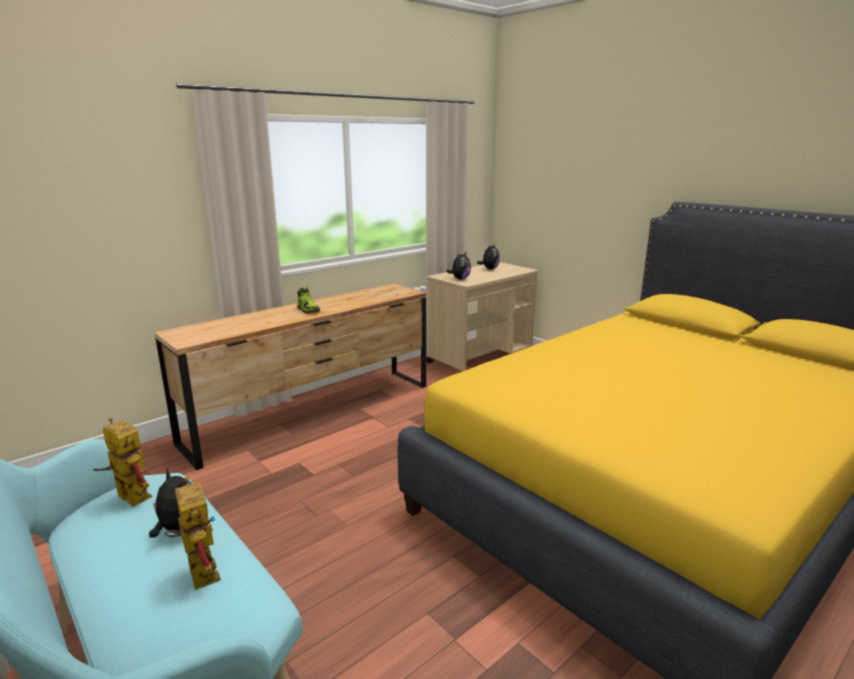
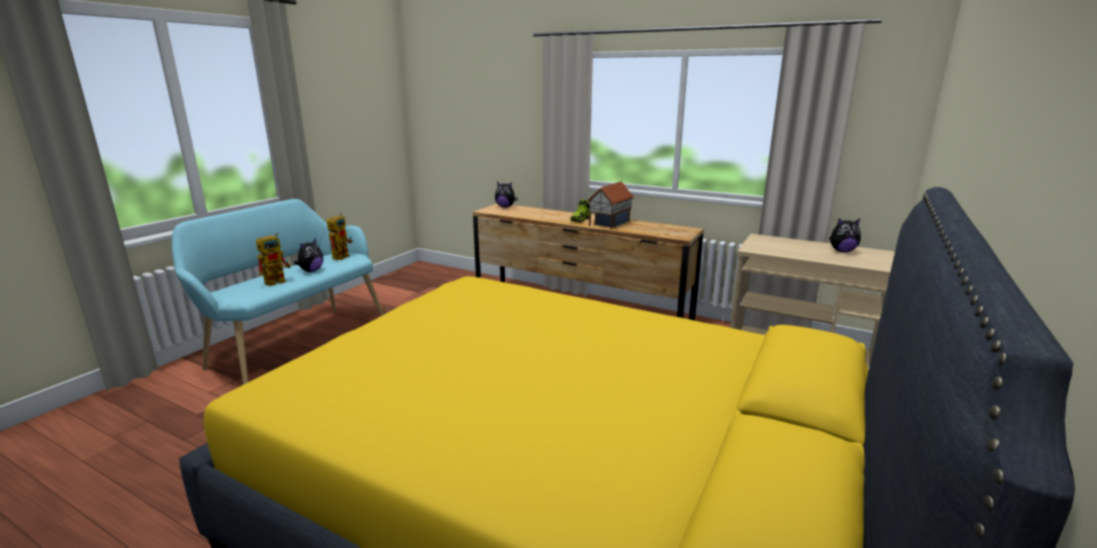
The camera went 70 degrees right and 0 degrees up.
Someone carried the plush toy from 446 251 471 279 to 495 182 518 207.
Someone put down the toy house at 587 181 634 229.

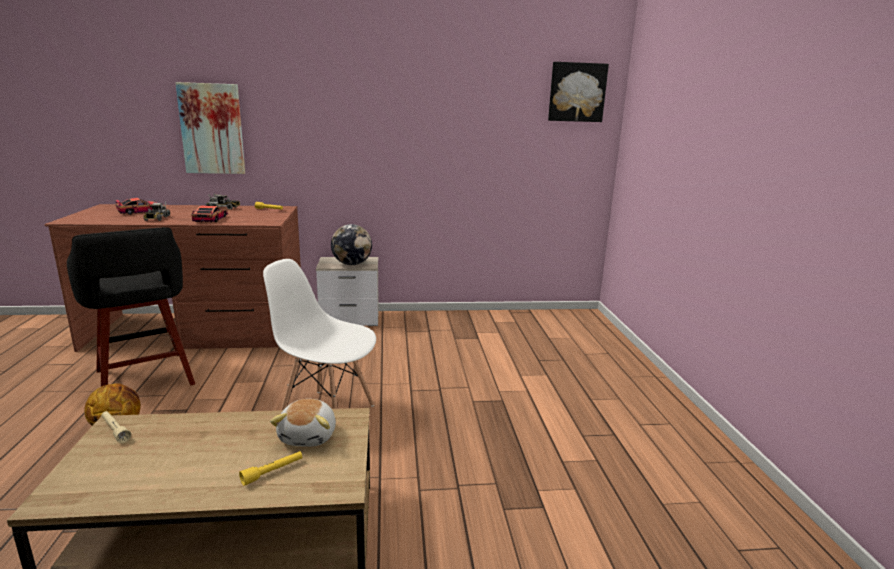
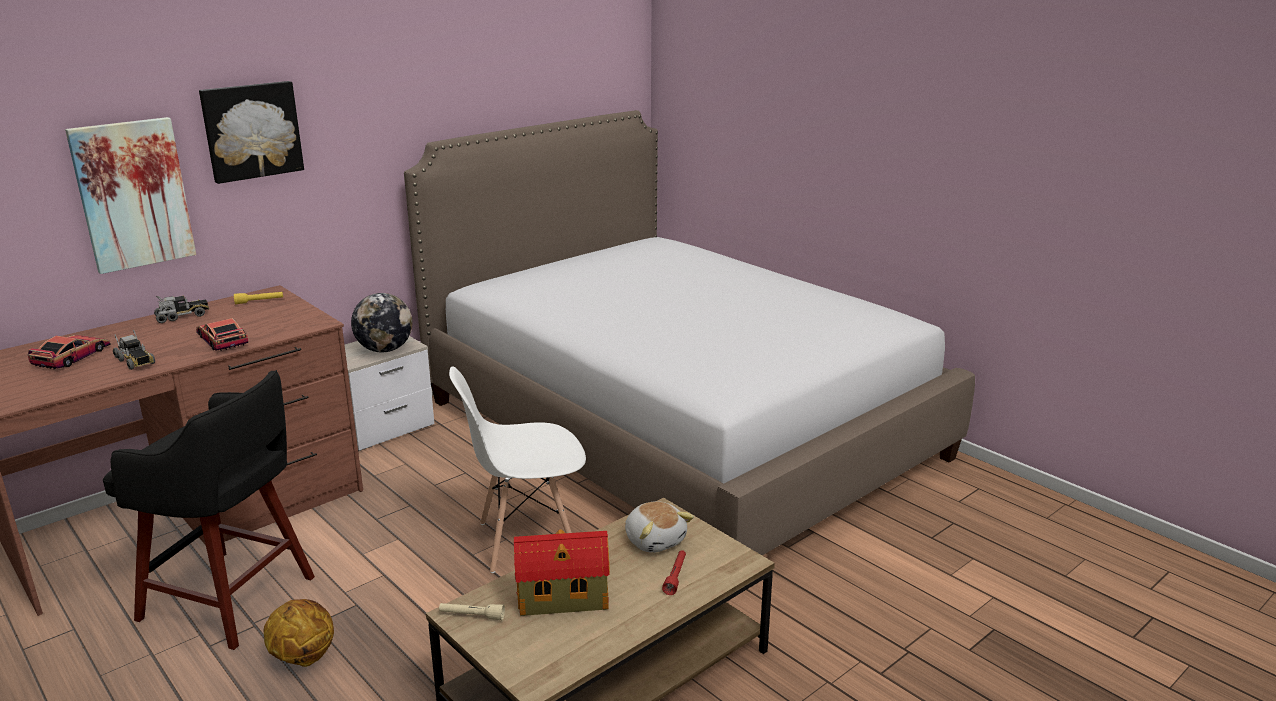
The camera went 35 degrees left and 5 degrees up.
Someone carried the picture from 548 62 609 122 to 199 81 304 184.
Someone put down the bed at 404 110 975 555.
Someone put down the toy house at 514 530 610 616.
Someone repainted the yellow flashlight at 239 451 302 486, which became the red flashlight at 662 550 686 595.

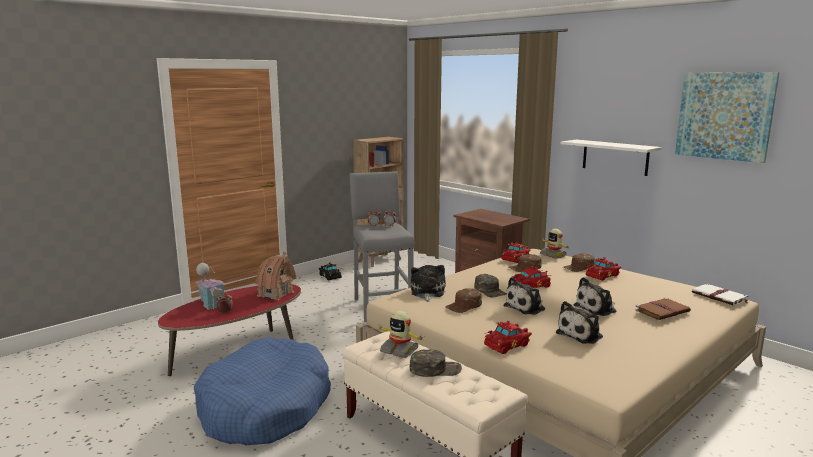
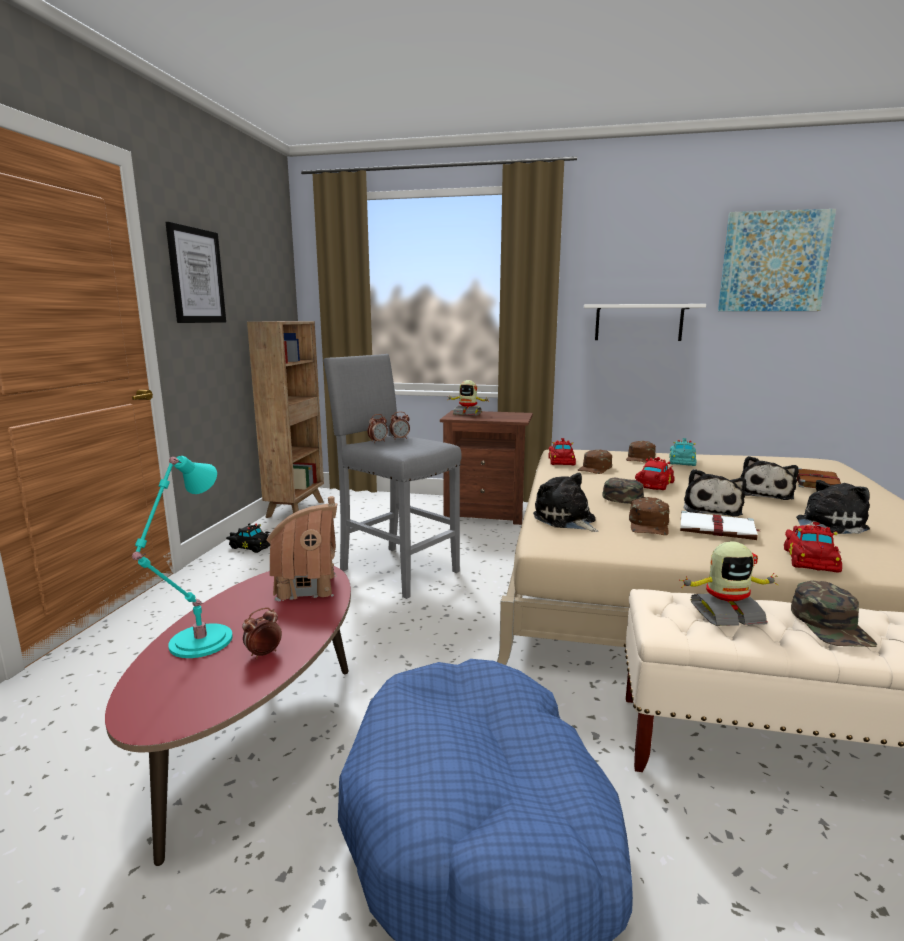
The camera went 35 degrees left and 0 degrees up.
Someone swapped the toy house at 196 263 225 310 for the turquoise table lamp at 132 456 233 658.
Someone put up the picture at 165 222 226 323.
Someone carried the toy robot from 540 229 569 259 to 448 380 488 416.
Someone repainted the red toy car at 586 257 621 281, which became the turquoise toy car at 669 438 697 466.
Someone carried the white book from 692 283 748 306 to 680 511 759 540.
Someone rotated the green cap at 410 349 462 377 by 135 degrees clockwise.
Someone rotated the plush toy at 556 301 603 344 by 120 degrees counterclockwise.

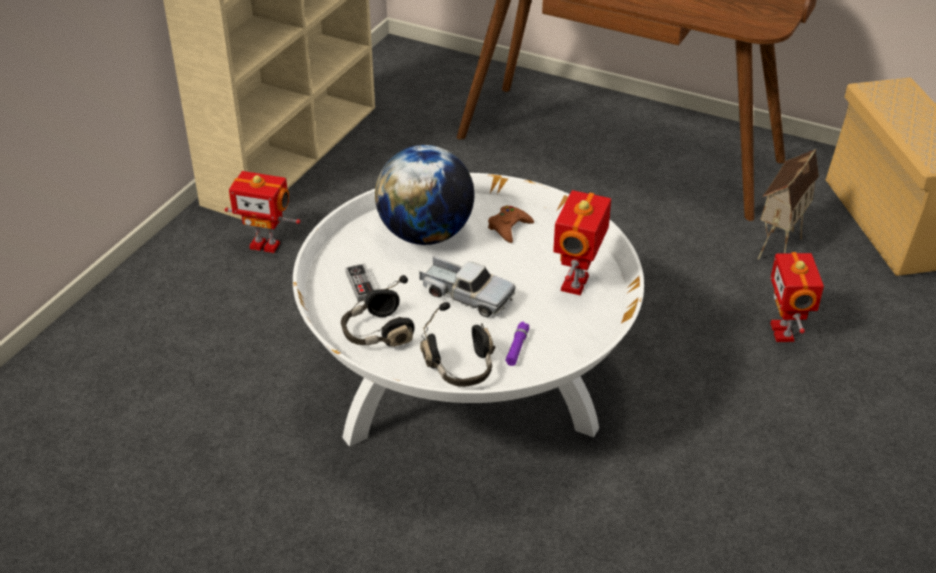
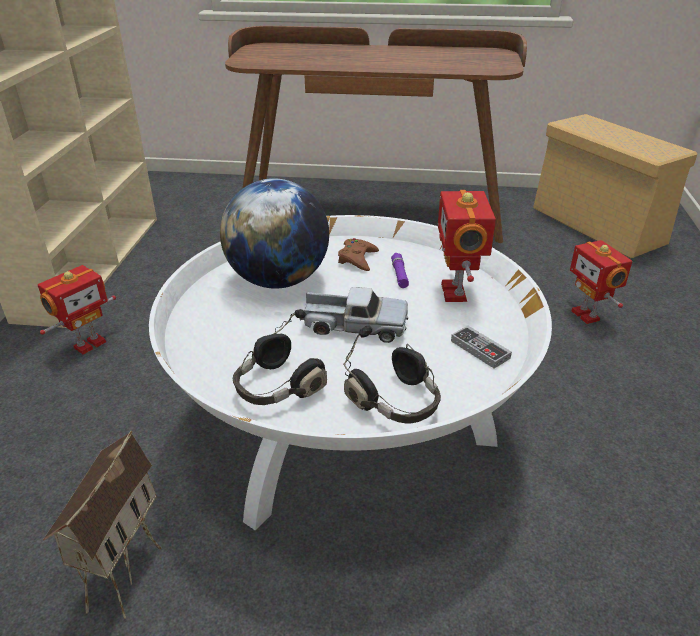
The camera went 20 degrees left and 5 degrees down.
Someone rotated the toy robot at 225 171 301 253 by 45 degrees counterclockwise.
Someone carried the toy house from 758 149 819 259 to 43 431 161 619.
Someone carried the purple flashlight from 505 322 529 366 to 391 253 409 288.
Someone carried the game controller from 345 263 377 302 to 451 326 512 369.

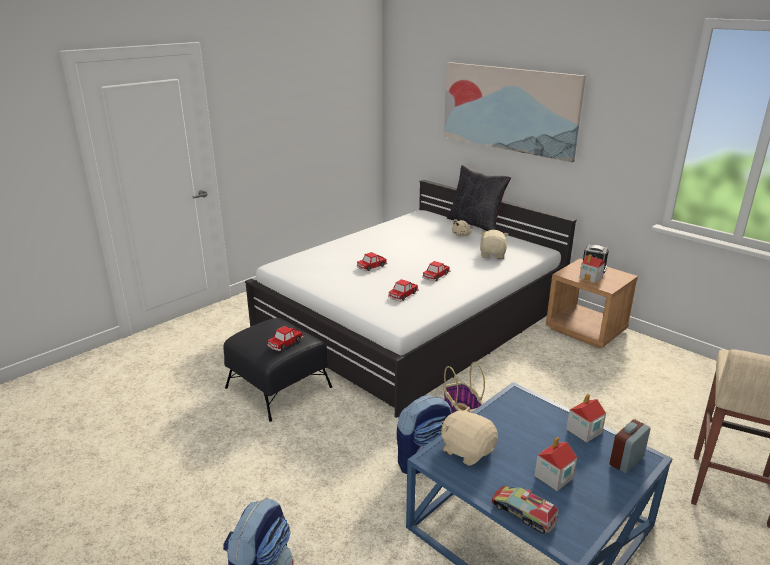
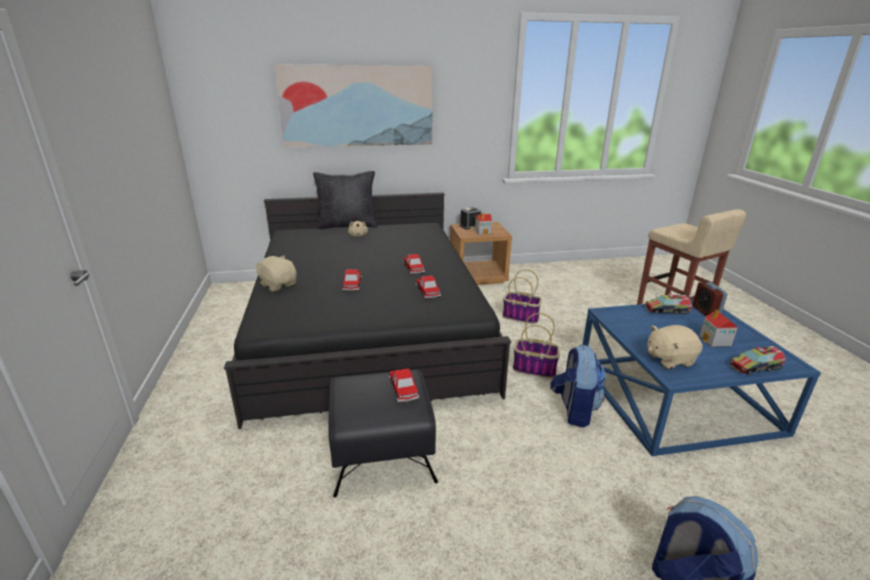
The camera went 55 degrees left and 0 degrees up.
Someone repainted the white bed at 245 180 577 418, which became the black bed at 224 193 511 429.
Someone carried the beige plush toy from 480 230 508 259 to 254 256 297 292.
Someone put down the basket at 503 269 542 324.
Someone swapped the toy house at 566 394 606 443 for the toy truck at 645 294 692 314.

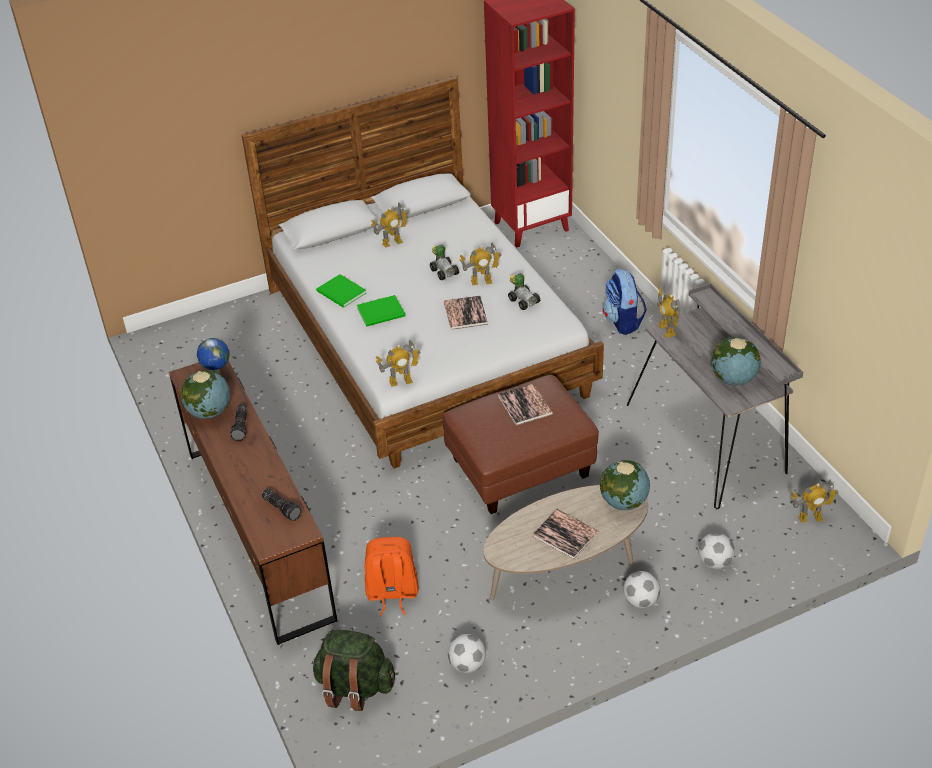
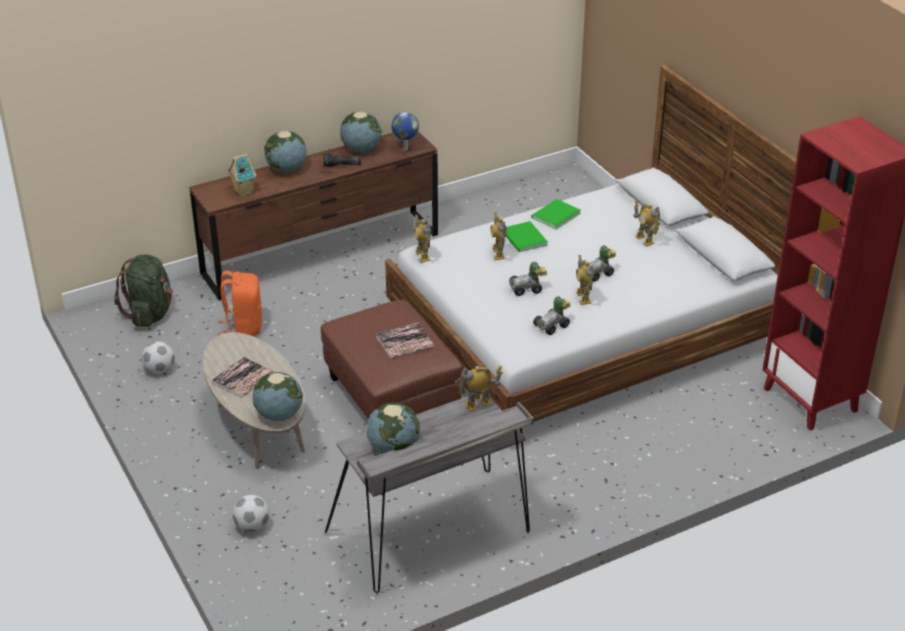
The camera went 85 degrees right and 5 degrees down.
Someone swapped the flashlight at 262 489 302 521 for the toy house at 228 153 257 197.
Someone put down the globe at 264 131 306 173.
Someone carried the toy robot from 791 480 839 522 to 491 212 507 260.
Someone swapped the book at 444 296 488 330 for the toy car at 509 262 548 296.
Someone took away the backpack at 603 268 647 335.
Someone took away the football at 623 571 660 608.

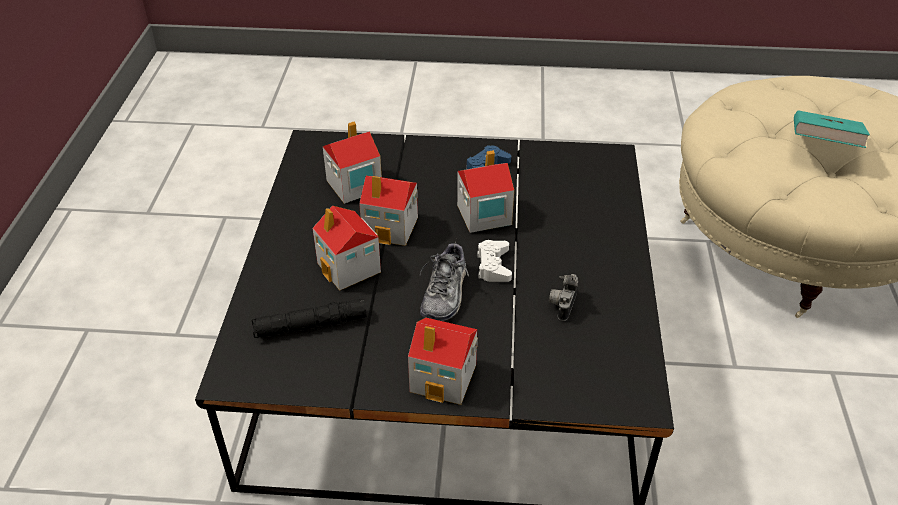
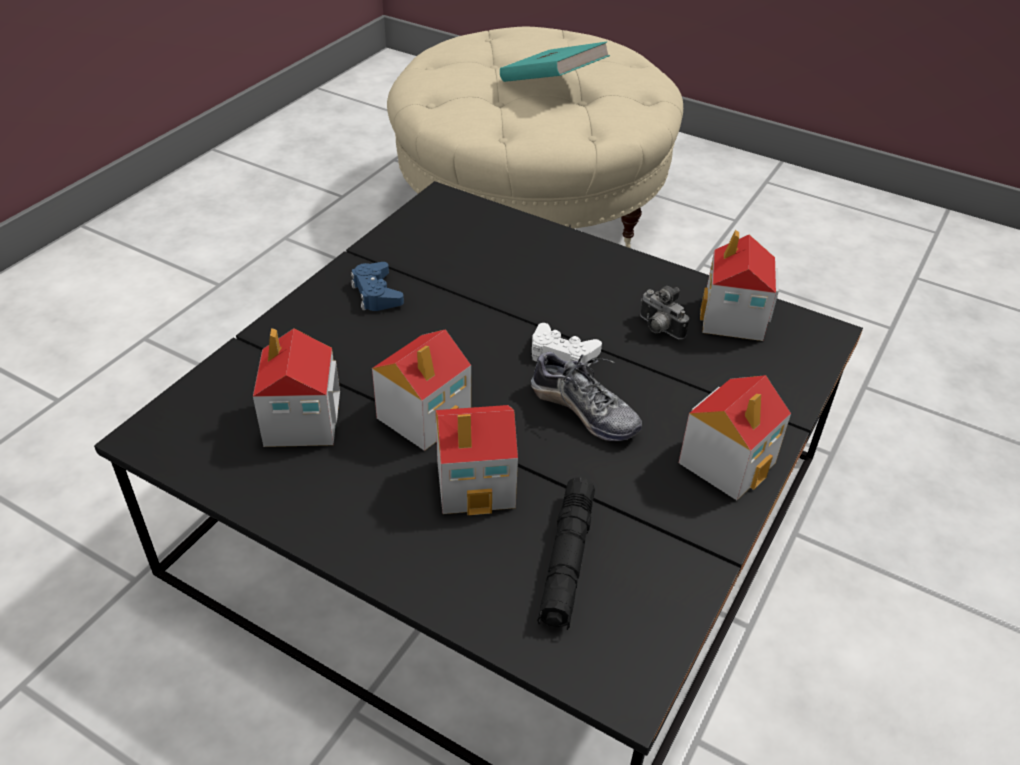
The camera went 65 degrees left and 0 degrees up.
Someone carried the toy house from 457 150 514 233 to 700 230 779 341.

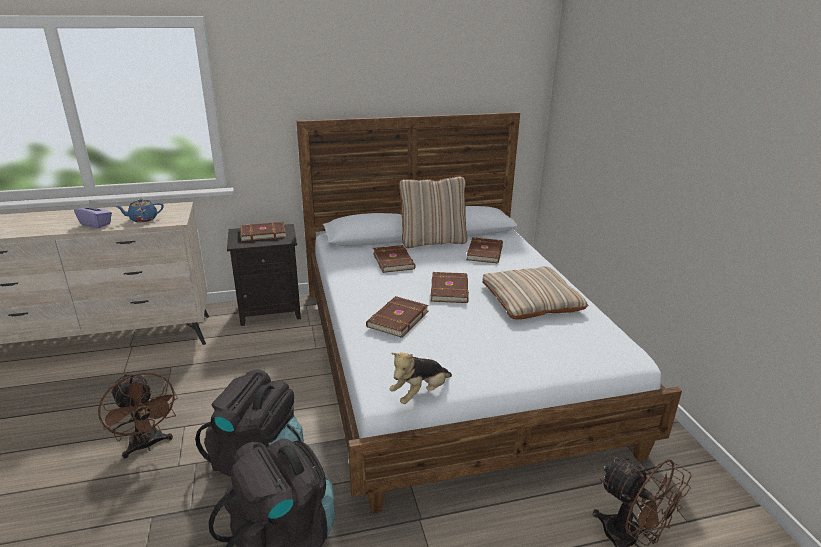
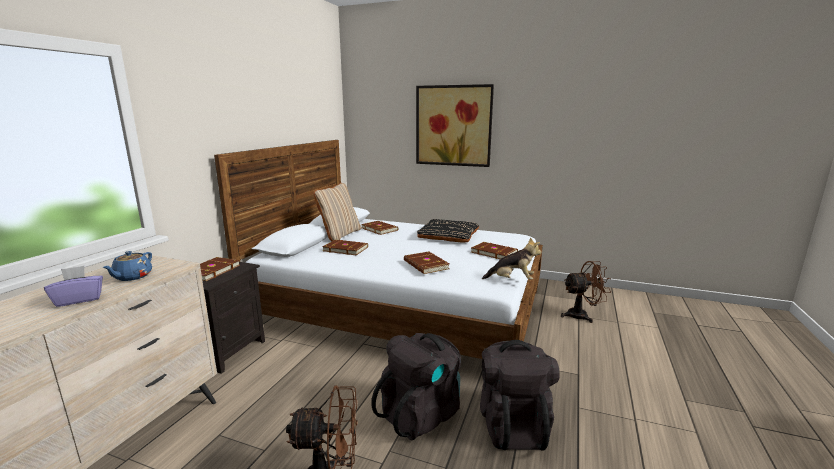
The camera went 55 degrees left and 10 degrees down.
Someone put up the picture at 416 84 494 167.
Someone repainted the beige pillow at 482 266 588 320, which became the black pillow at 417 219 479 243.
Someone carried the brown book from 431 272 469 303 to 471 242 518 259.
Someone rotated the plush toy at 390 353 452 404 by 75 degrees counterclockwise.

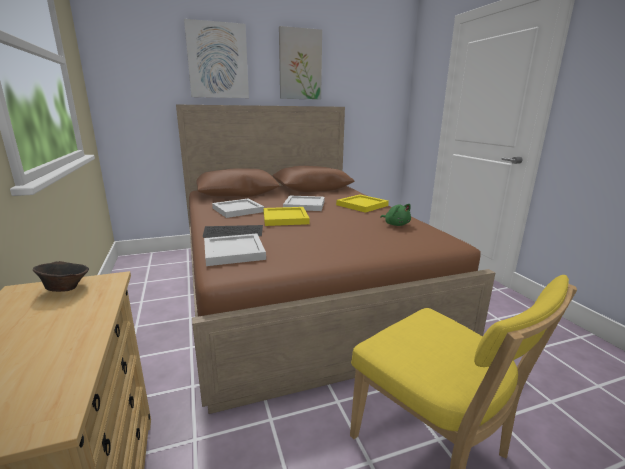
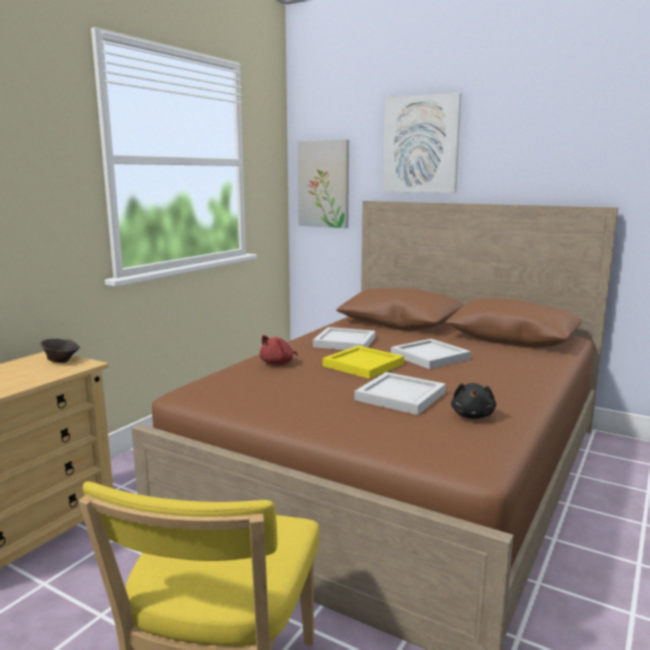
The camera went 50 degrees right and 5 degrees down.
Someone swapped the keyboard at 203 225 263 238 for the red plush toy at 260 335 297 365.
Someone carried the picture from 279 26 322 100 to 298 140 349 228.
Someone carried the white tray from 204 233 266 266 to 354 372 446 415.
Someone repainted the green plush toy at 380 204 411 226, which became the black plush toy at 451 383 496 419.
Someone took away the yellow tray at 336 194 389 213.

